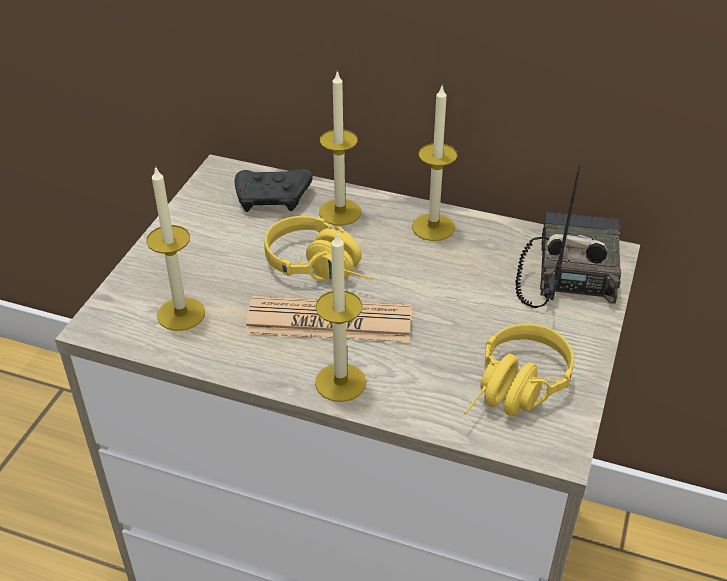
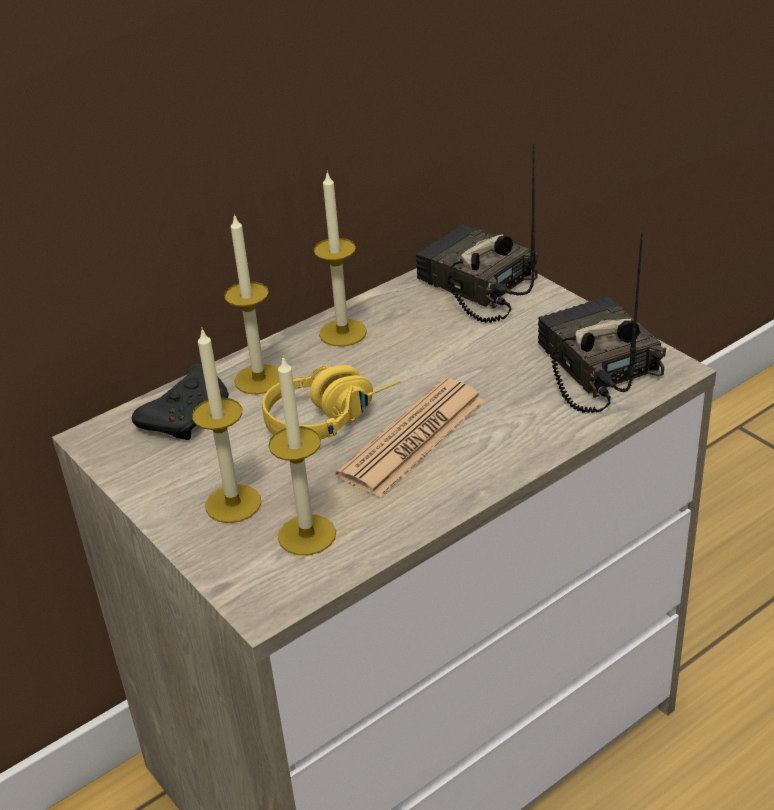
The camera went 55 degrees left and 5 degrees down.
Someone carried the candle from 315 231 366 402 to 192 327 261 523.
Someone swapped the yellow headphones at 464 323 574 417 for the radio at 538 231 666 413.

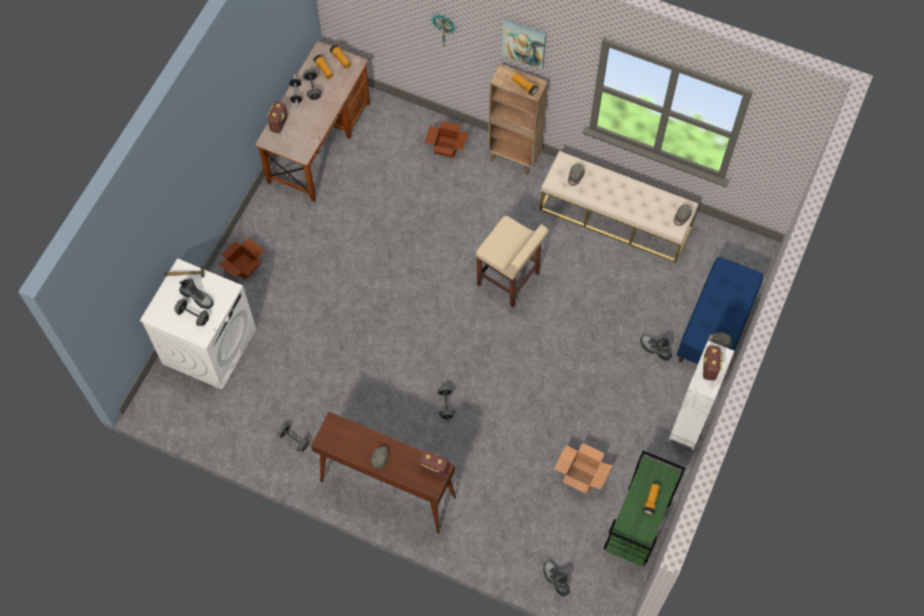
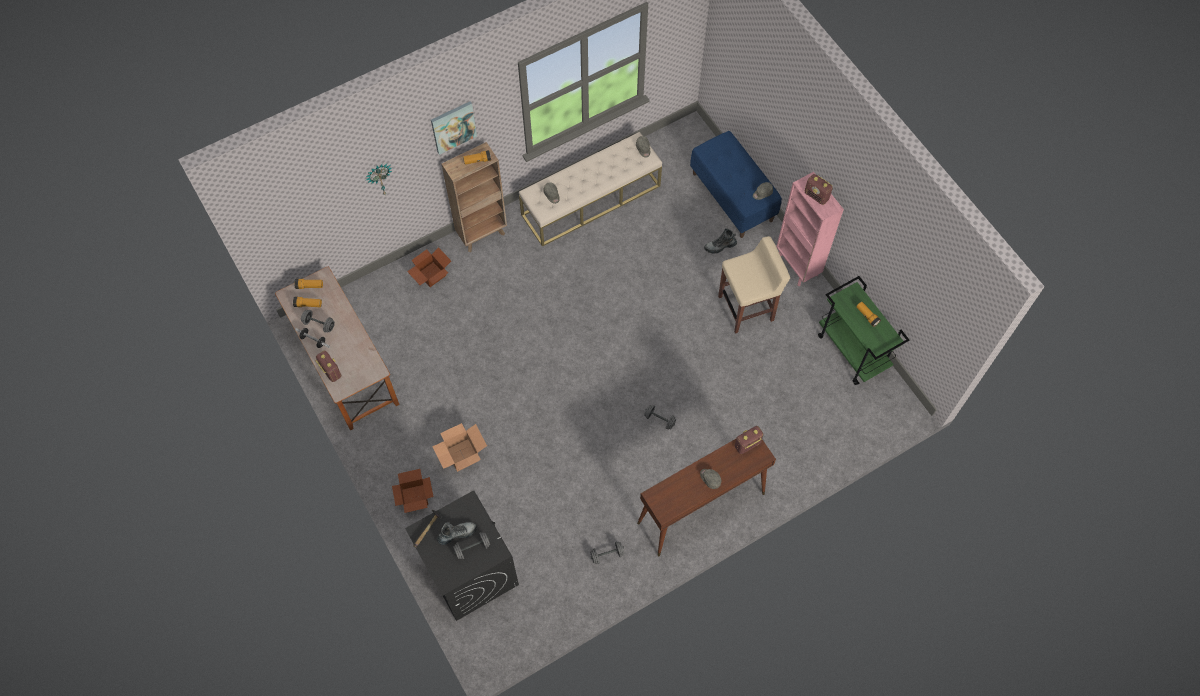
The camera went 55 degrees left and 0 degrees up.
Someone repainted the white washing machine at 140 258 256 390, which became the black washing machine at 405 490 519 621.
Someone carried the cardboard box from 554 443 613 494 to 432 423 487 472.
Someone carried the beige stool from 476 215 549 307 to 718 236 790 333.
Someone repainted the white bookcase at 668 341 734 450, which became the pink bookcase at 776 172 844 286.
Someone took away the boot at 543 561 570 596.

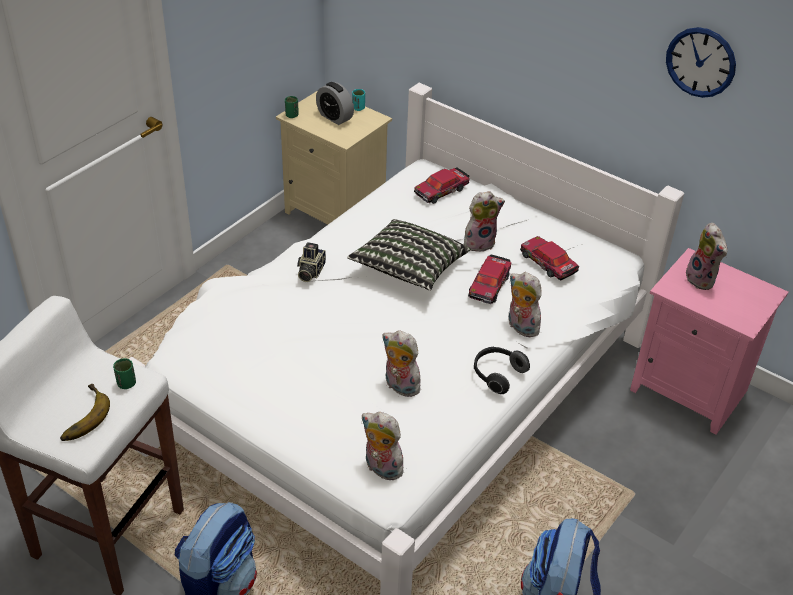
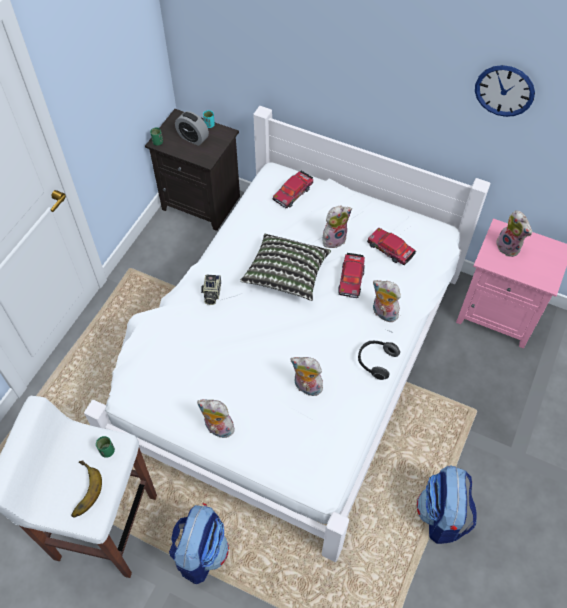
The camera went 10 degrees left and 15 degrees up.
Someone repainted the beige nightstand at 276 91 392 224, which became the black nightstand at 145 109 240 231.
Someone carried the plush toy from 362 412 404 481 to 197 399 235 440.

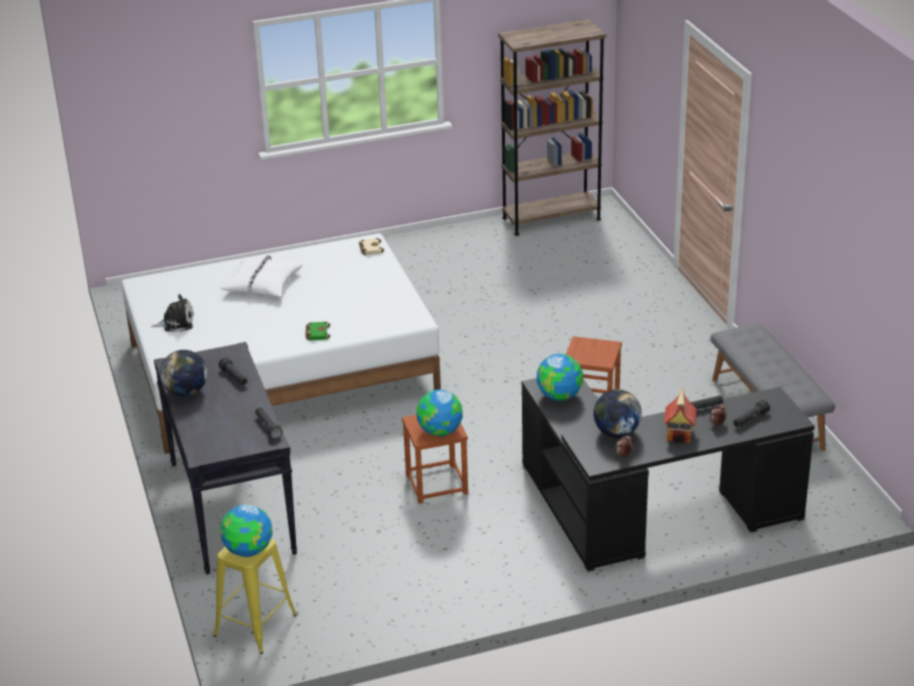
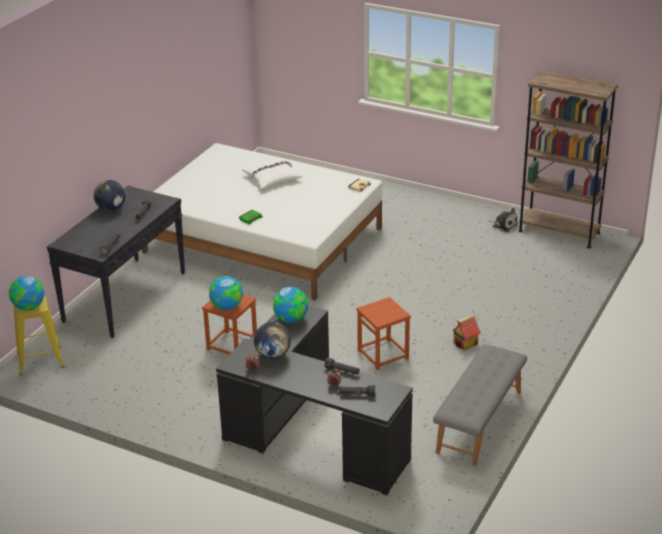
The camera went 45 degrees right and 0 degrees up.
Someone carried the toy house from 664 388 697 443 to 452 315 481 350.
Someone carried the plush toy from 151 294 194 332 to 488 208 518 232.

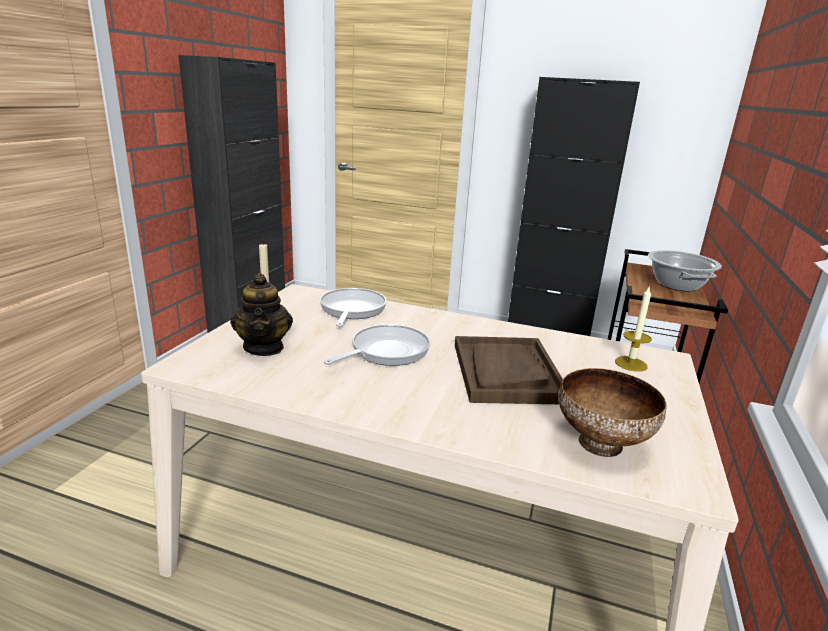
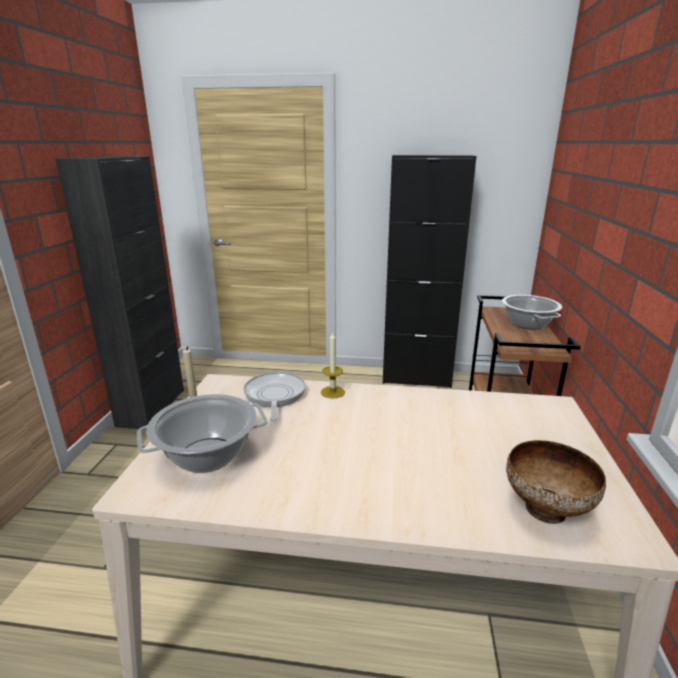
The camera went 10 degrees left and 0 degrees up.
Someone swapped the teapot at 230 273 293 356 for the cooking pot at 137 394 268 473.
Someone carried the candle from 615 287 652 372 to 321 331 345 398.
Someone took away the frying pan at 324 324 430 366.
Someone took away the brown tray at 455 336 563 404.

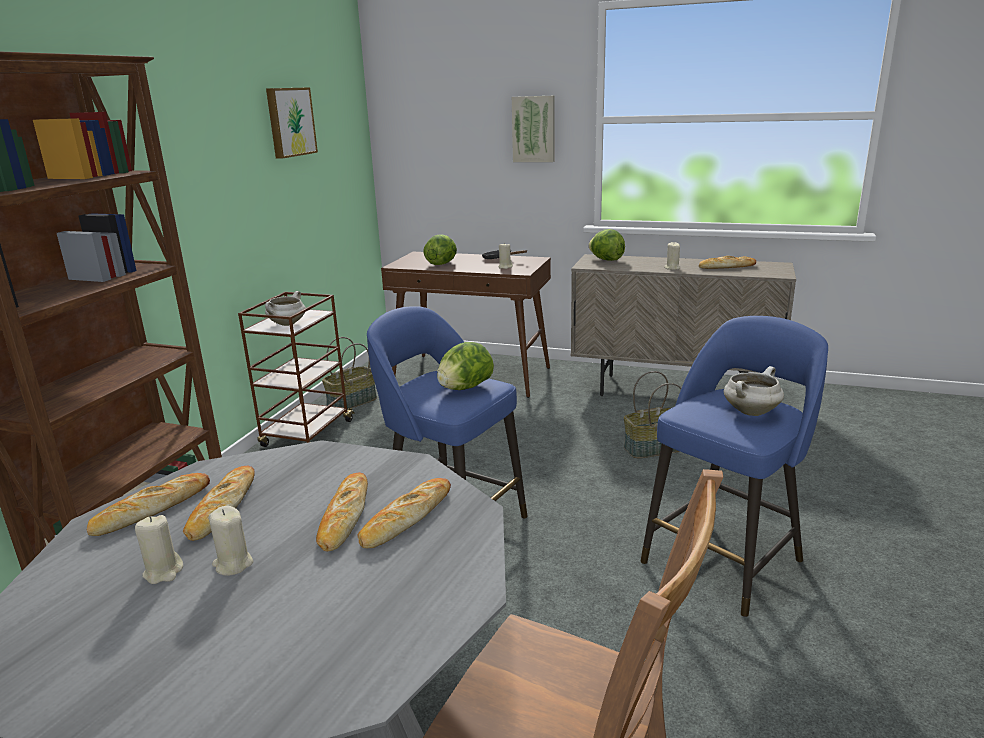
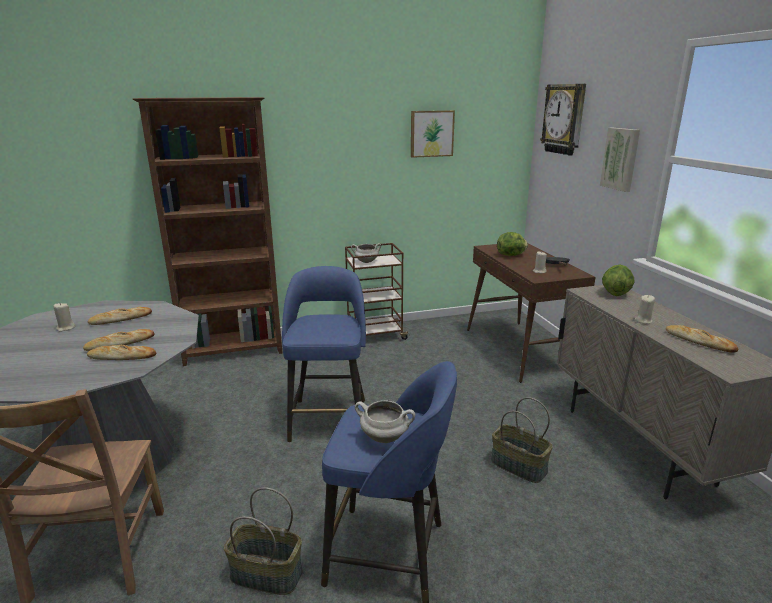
The camera went 55 degrees right and 0 degrees up.
Someone carried the basket from 322 337 377 410 to 224 487 303 595.
Someone put up the wall clock at 540 84 586 156.
Someone took away the bread at 87 473 210 536.
Someone took away the beige candle at 208 506 253 576.
Someone took away the lettuce at 437 342 494 390.

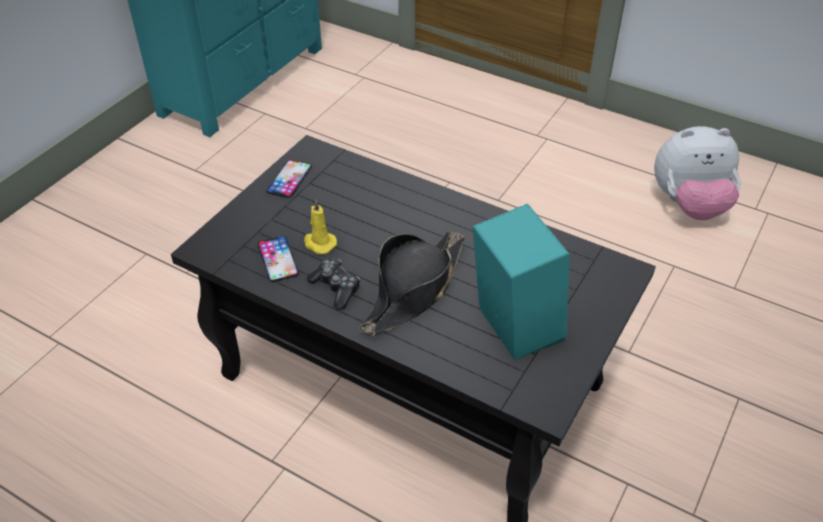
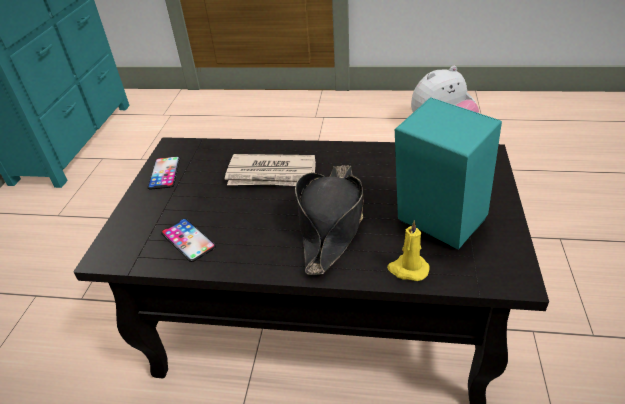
The camera went 20 degrees left and 5 degrees down.
Someone put down the newspaper at 225 154 316 186.
Someone carried the yellow candle from 304 200 337 254 to 387 220 430 281.
Someone took away the game controller at 307 258 360 310.

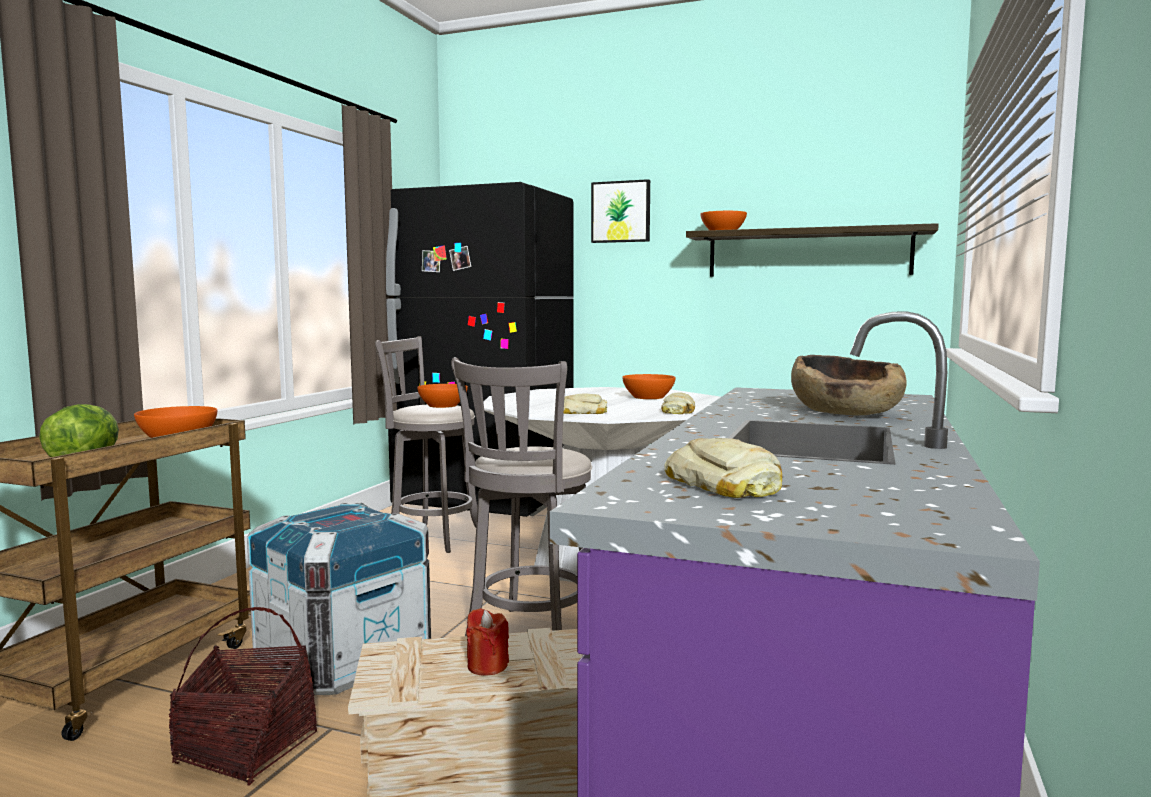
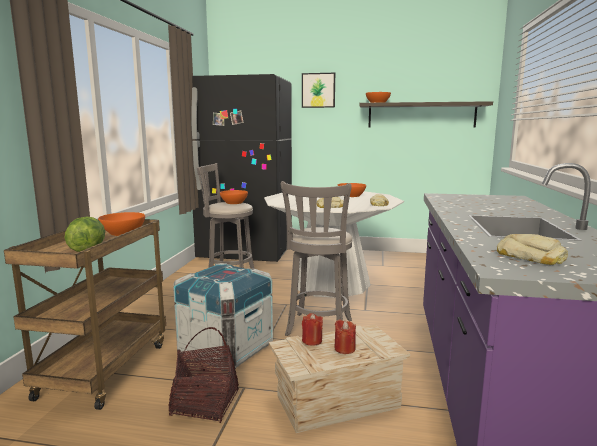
The camera went 10 degrees left and 5 degrees up.
Someone put down the red candle at 302 313 323 345.
Someone took away the brown bowl at 791 355 907 416.

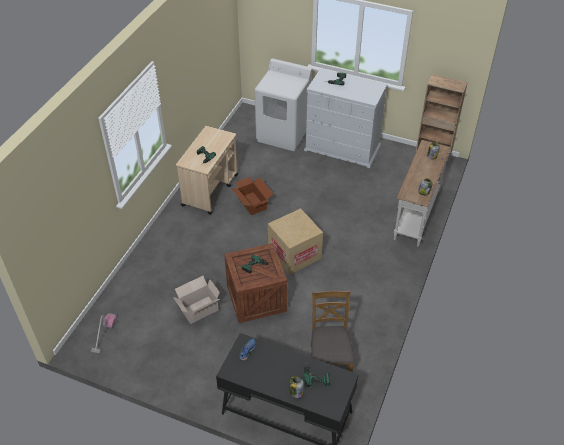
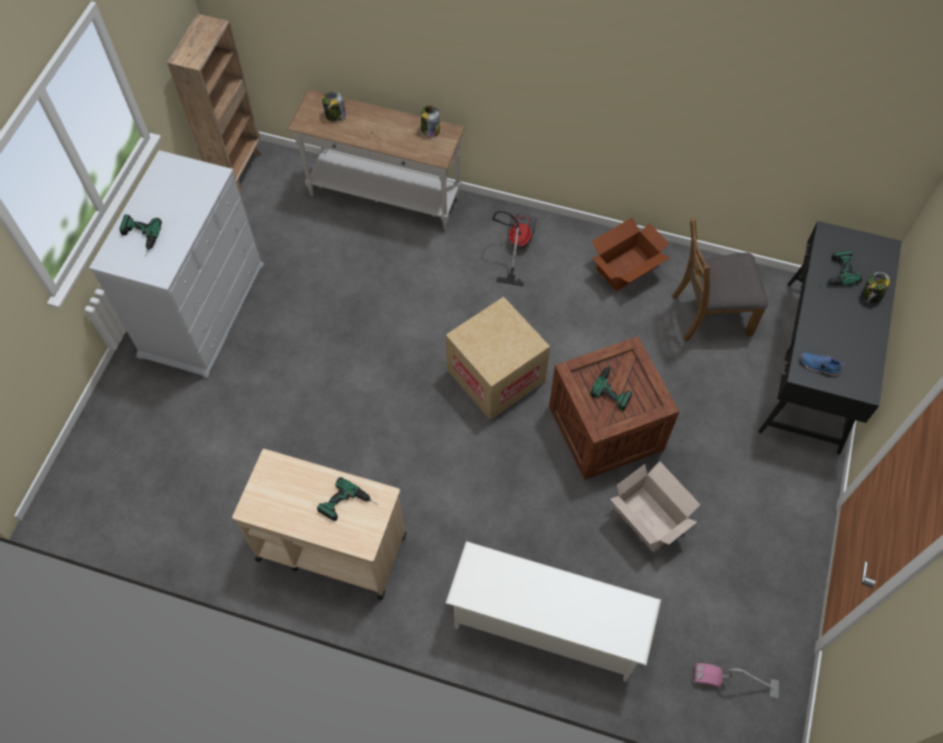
The camera went 95 degrees left and 15 degrees up.
Someone put down the white shoe rack at 446 541 661 682.
Someone put down the vacuum cleaner at 492 211 537 286.
Someone carried the cardboard box from 231 177 273 215 to 591 217 671 292.
Someone took away the white washing machine at 255 58 312 151.

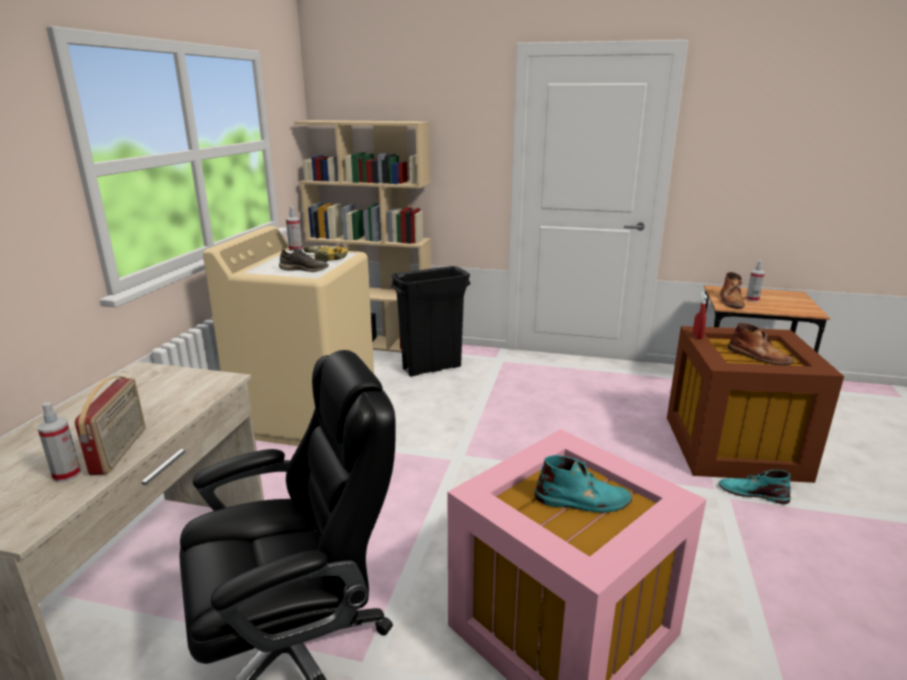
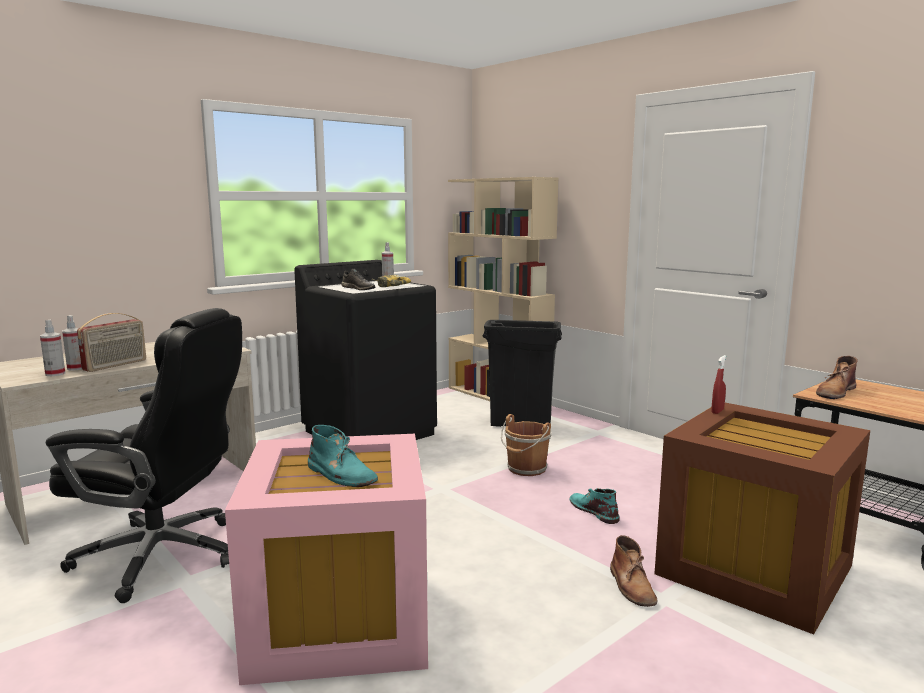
The camera went 35 degrees right and 10 degrees down.
Someone carried the spray bottle from 746 260 765 302 to 40 319 65 376.
Someone repainted the beige washing machine at 203 226 374 446, which became the black washing machine at 294 260 437 440.
Someone put down the brown bucket at 501 414 551 476.
Someone carried the turquoise boot from 719 470 791 504 to 570 488 620 524.
Someone carried the brown boot from 728 322 794 365 to 610 535 657 607.

